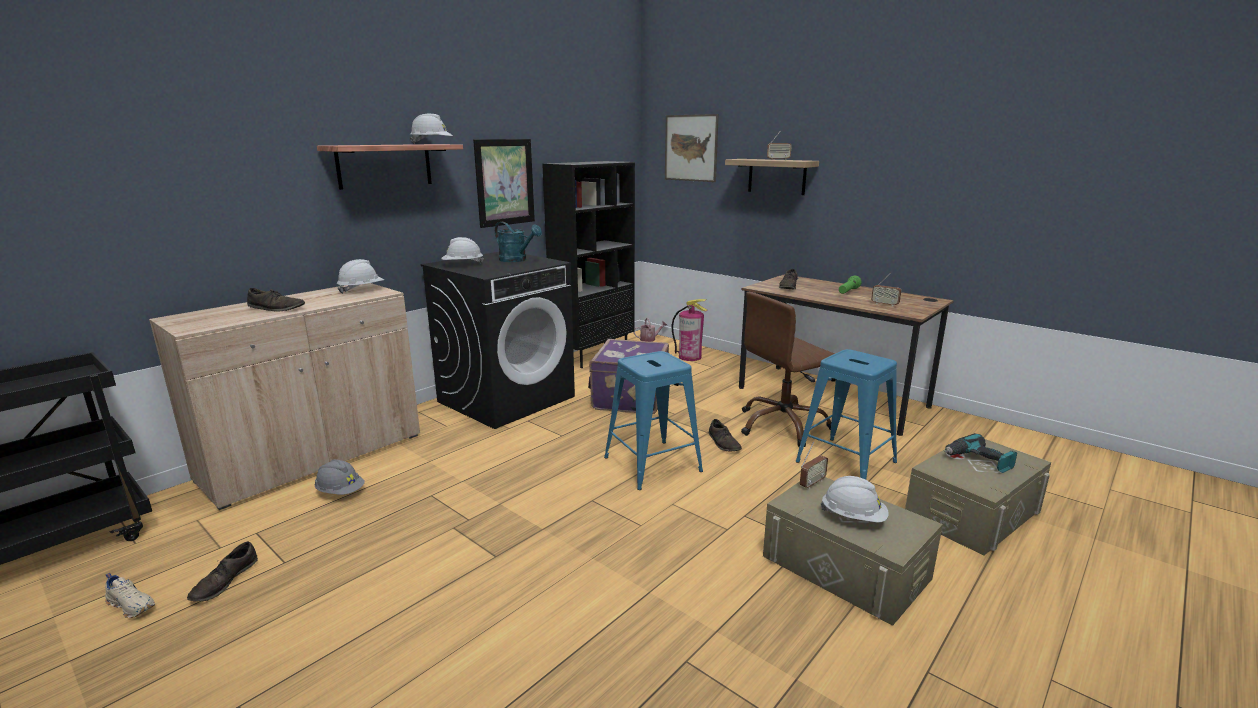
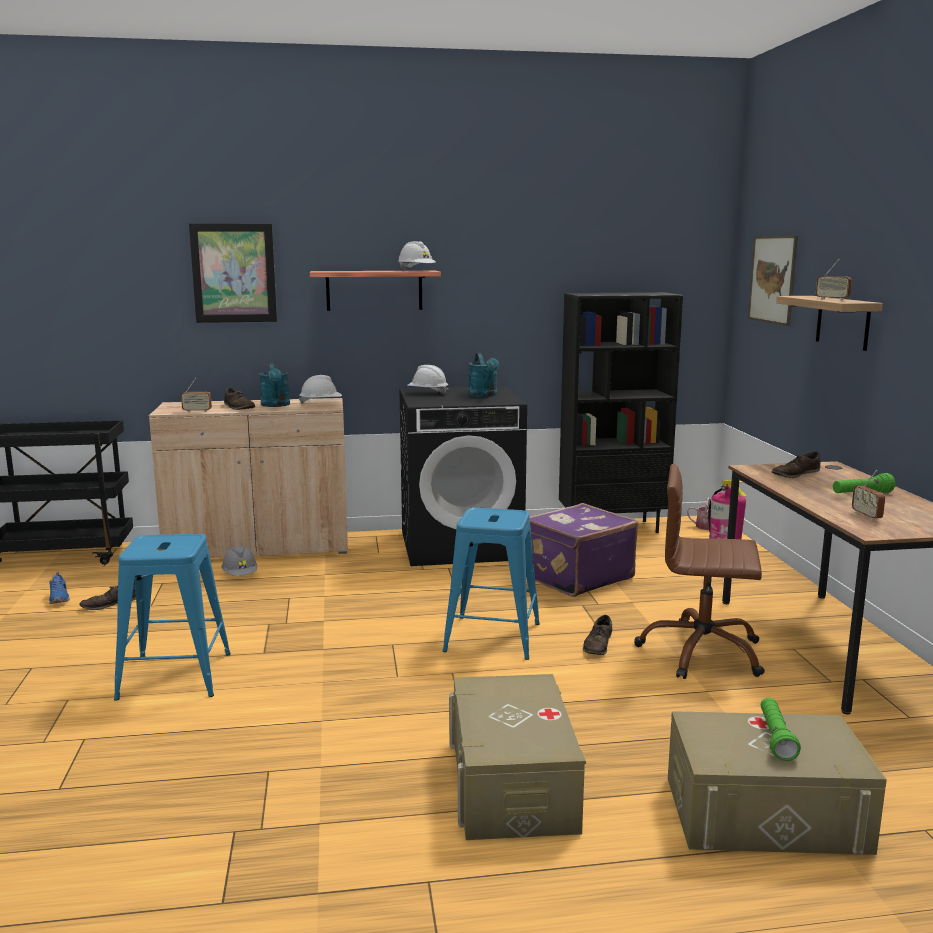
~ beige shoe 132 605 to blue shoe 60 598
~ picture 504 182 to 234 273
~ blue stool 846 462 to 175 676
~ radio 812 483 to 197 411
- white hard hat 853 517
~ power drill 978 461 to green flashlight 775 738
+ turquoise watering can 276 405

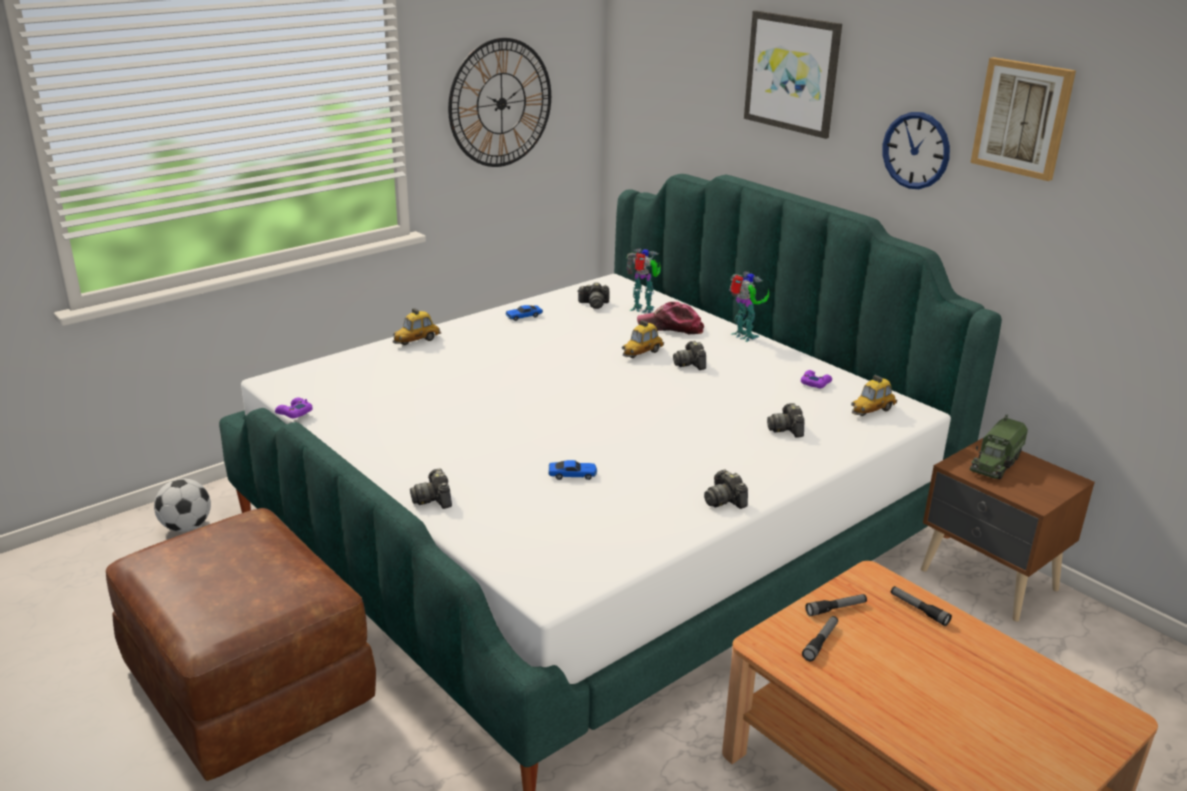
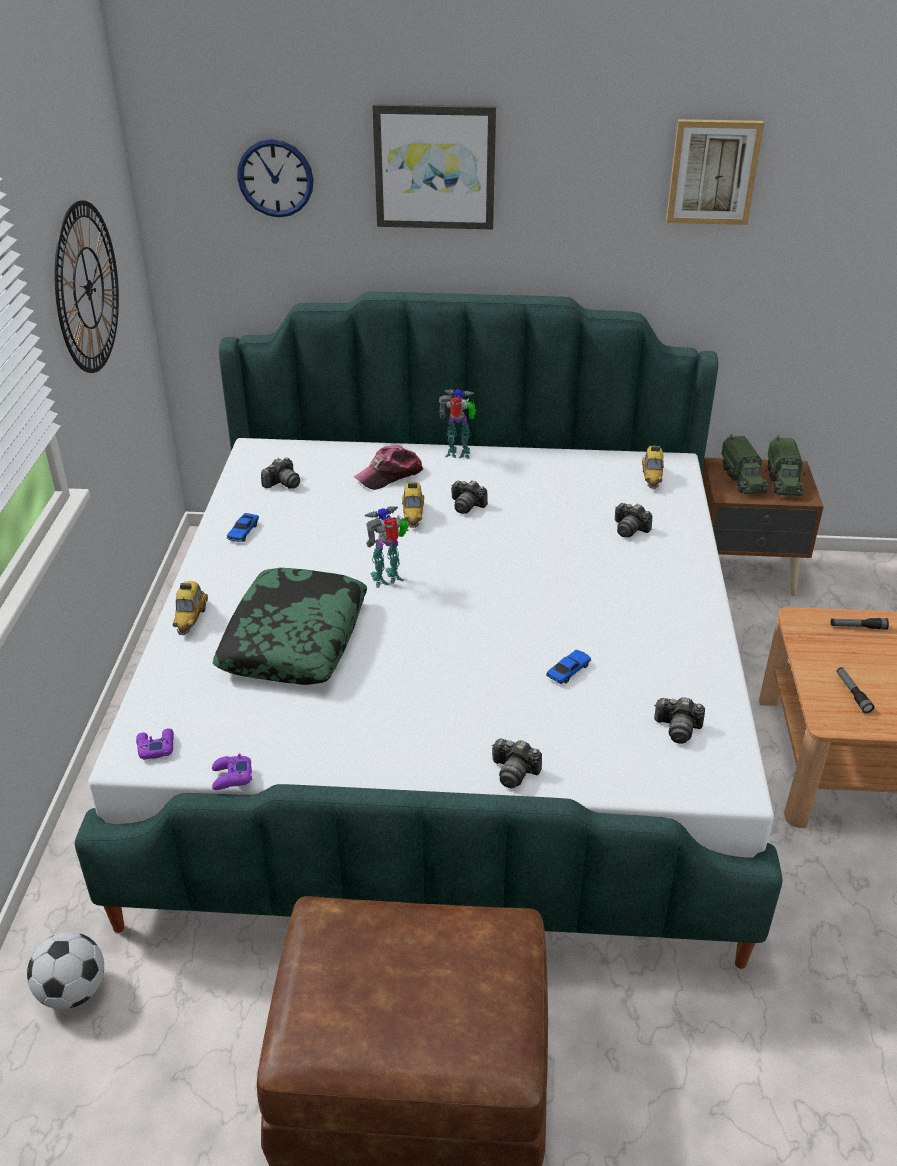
~ toy robot 643 310 to 388 579
~ photo camera 724 500 to 678 728
~ purple game controller 815 383 to 156 747
- flashlight 836 609
~ wall clock 916 150 to 275 178
+ pillow 294 639
+ toy truck 783 481

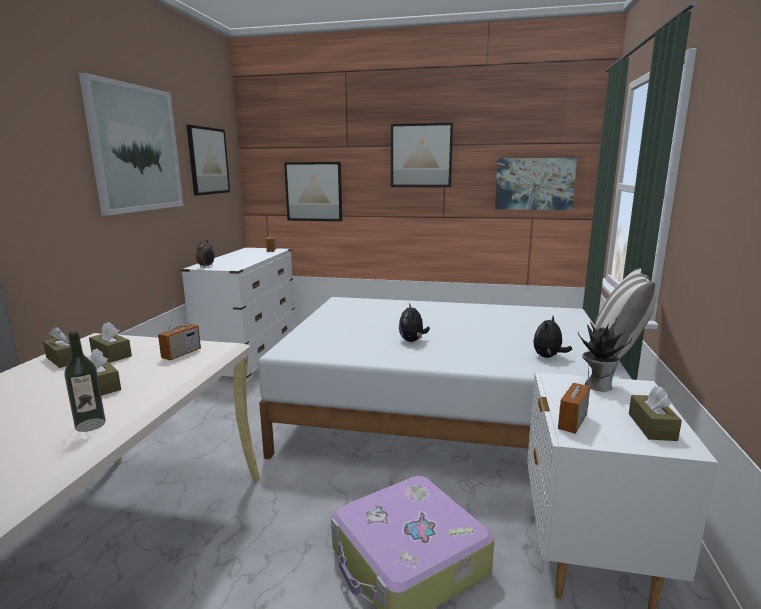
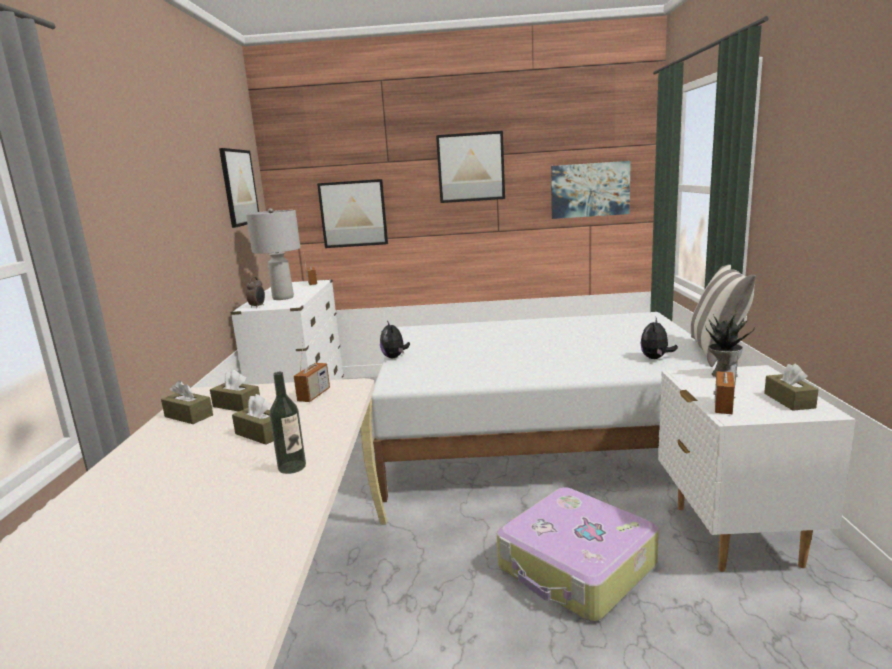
- picture 136 149
~ plush toy 412 340 to 394 357
+ grey table lamp 283 298

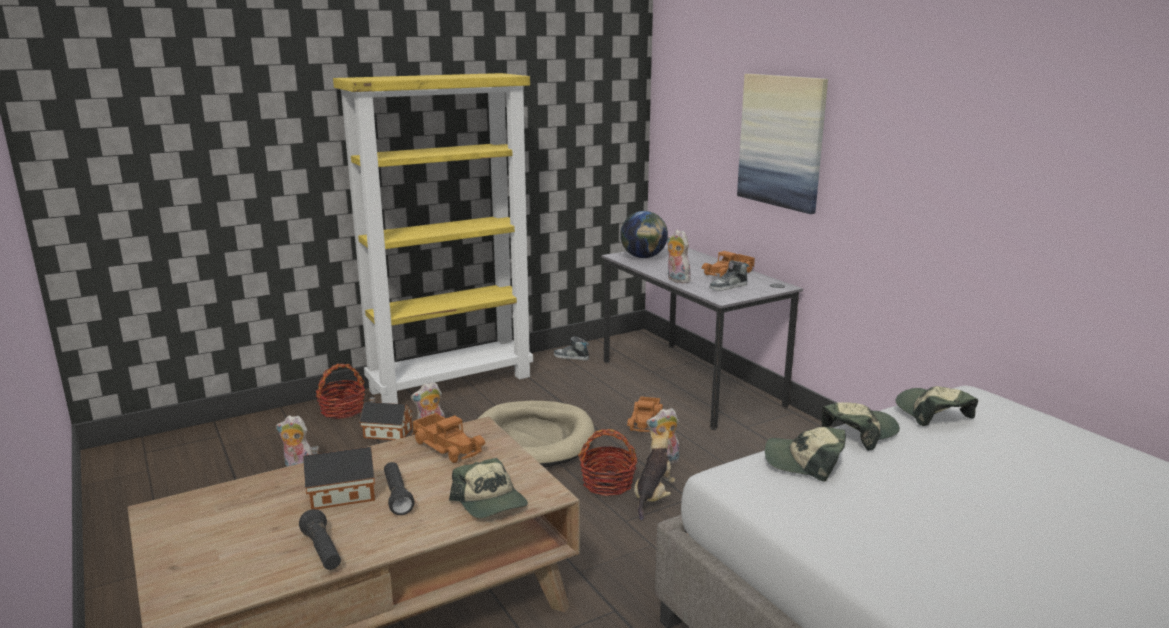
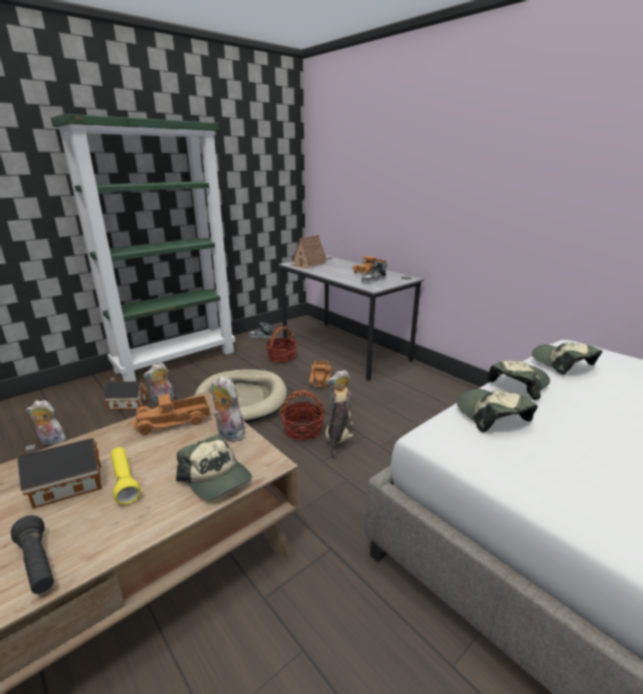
~ basket 342 410 to 281 357
~ yellow bookcase 452 383 to green bookcase 177 360
~ black flashlight 397 496 to yellow flashlight 124 481
~ toy truck 448 446 = 173 422 120 degrees clockwise
~ globe 643 257 to toy house 308 264
~ plush toy 676 280 to 228 434
- picture 781 141
~ cap 804 461 = 491 415 60 degrees clockwise

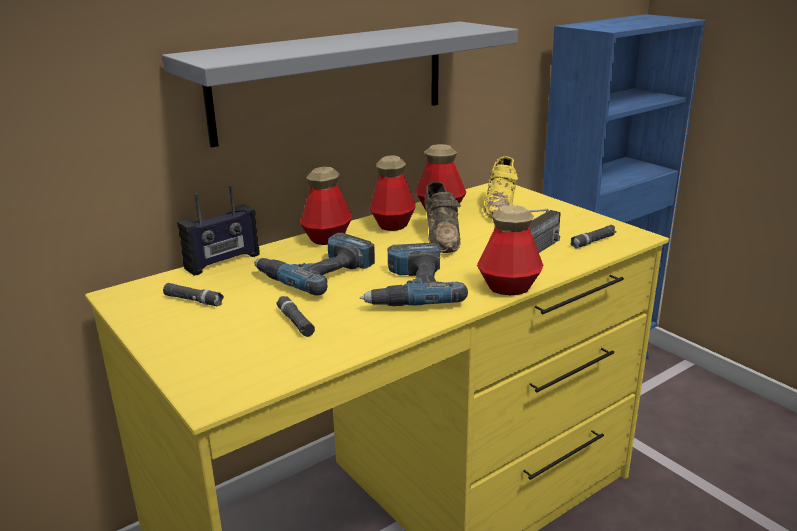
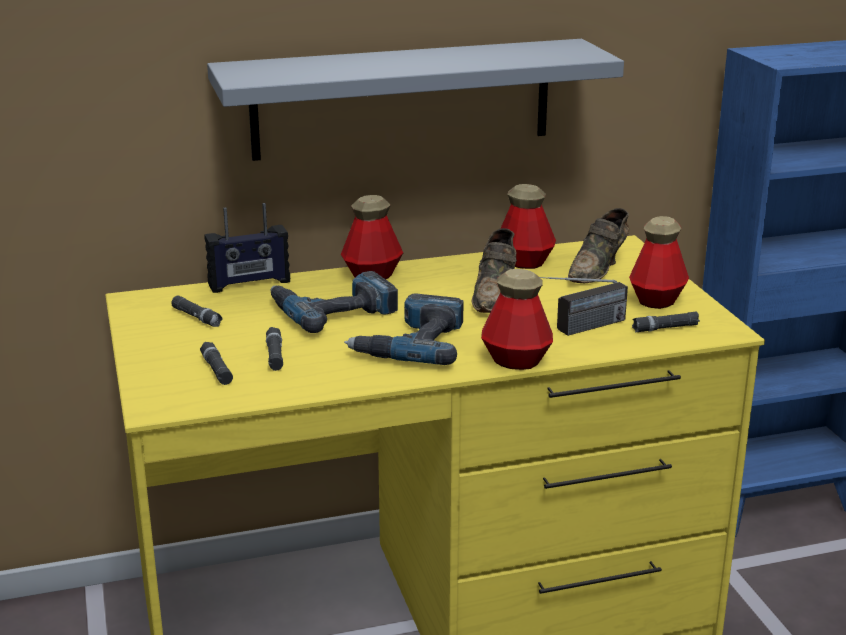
~ bottle 393 224 to 657 300
~ yellow shoe 500 206 to brown shoe 599 269
+ black flashlight 216 369

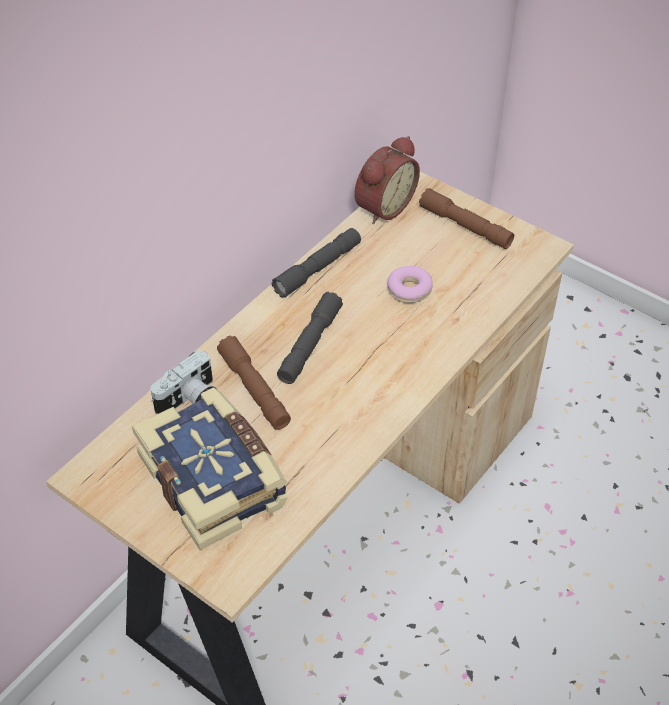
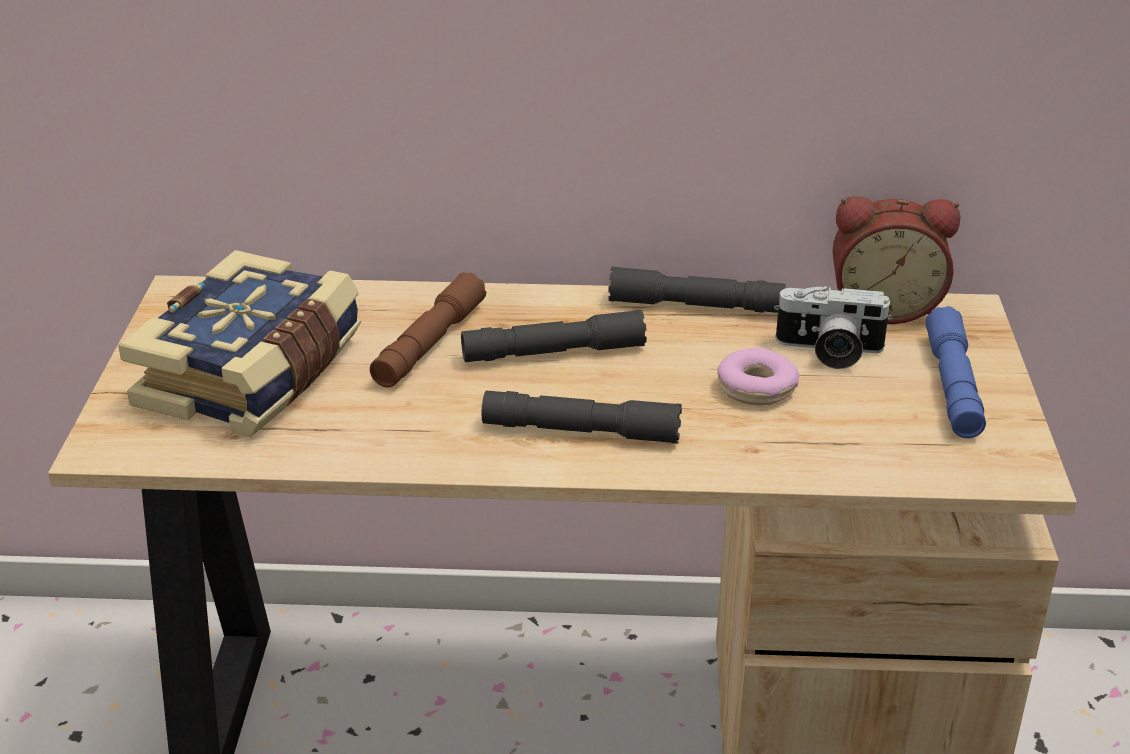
~ photo camera 190 400 to 829 351
~ brown flashlight 465 226 to blue flashlight 953 386
+ grey flashlight 581 431

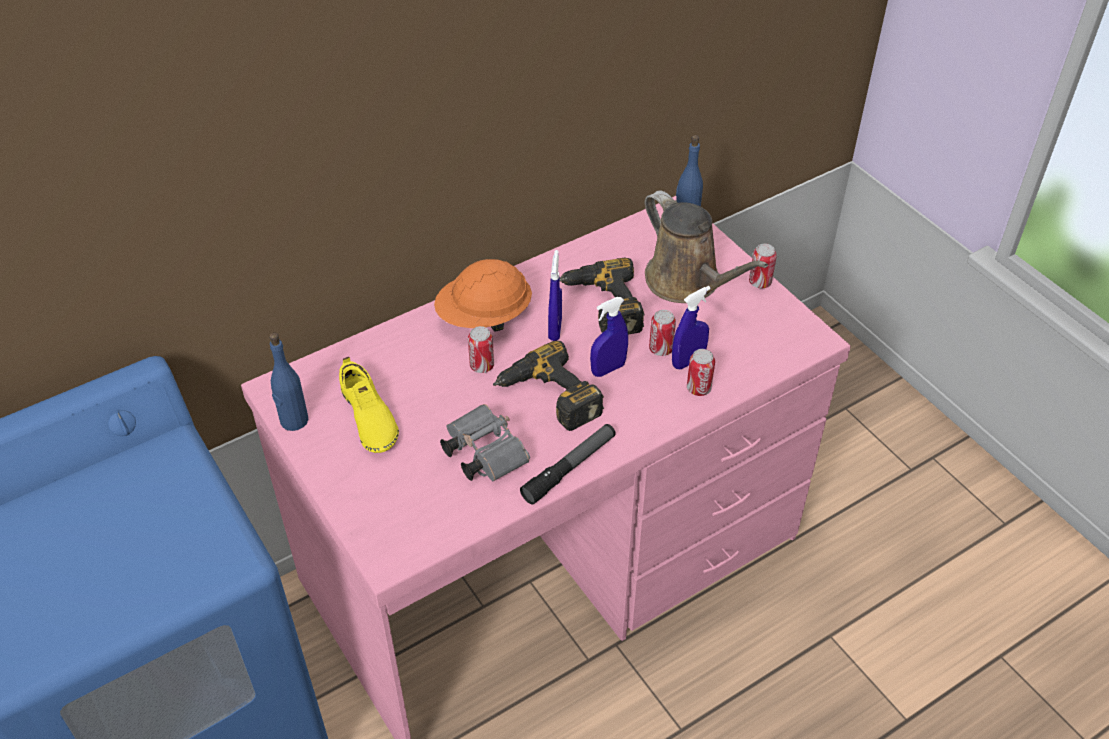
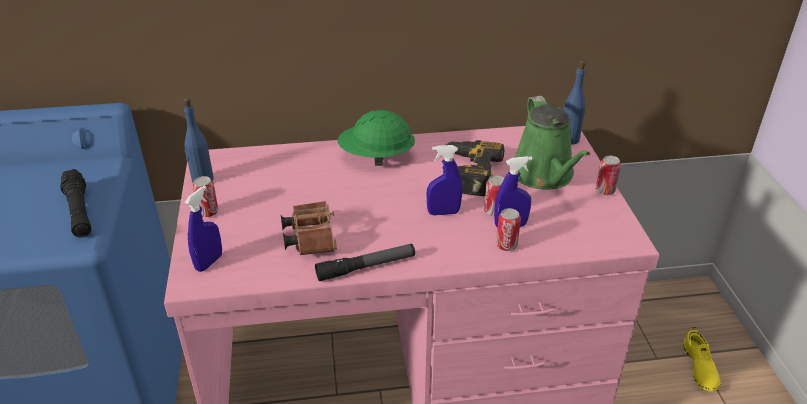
~ yellow shoe 368 418 to 699 367
~ orange hard hat 484 317 to green hard hat 376 157
~ grey binoculars 482 453 to brown binoculars 310 237
~ can 482 366 to 208 212
- power drill 547 398
~ blue spray bottle 555 329 to 209 262
~ brown watering can 687 282 to green watering can 545 175
+ black flashlight 79 211

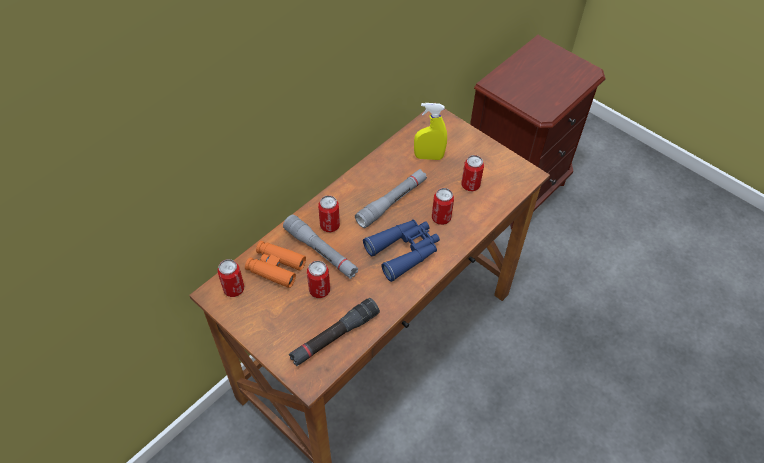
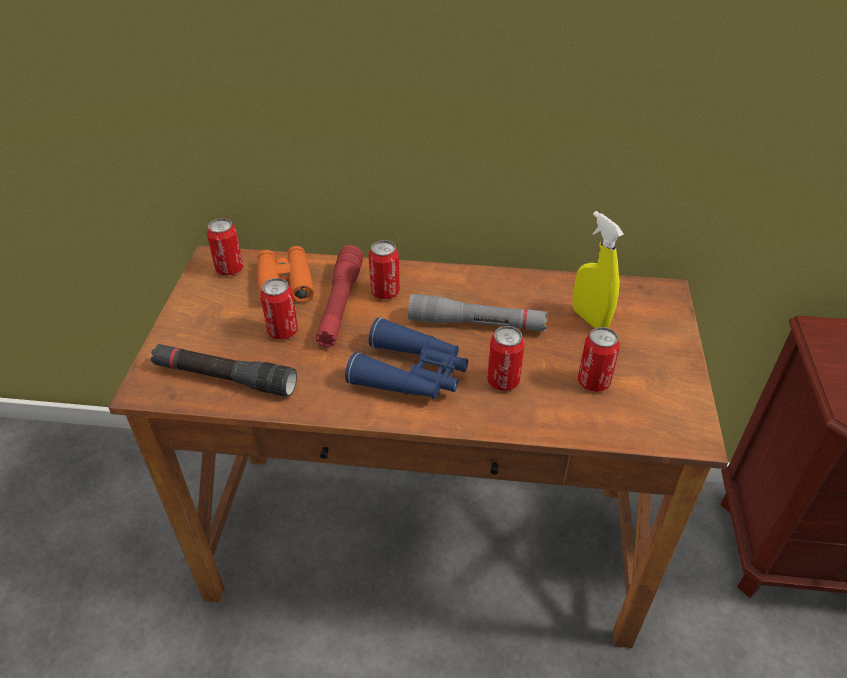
~ grey flashlight 321 252 to red flashlight 340 304

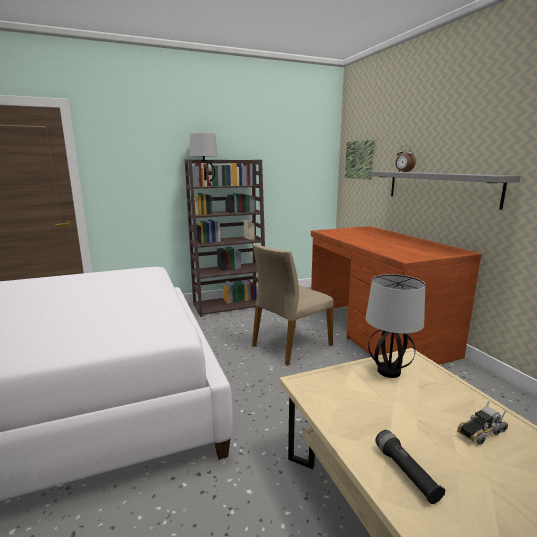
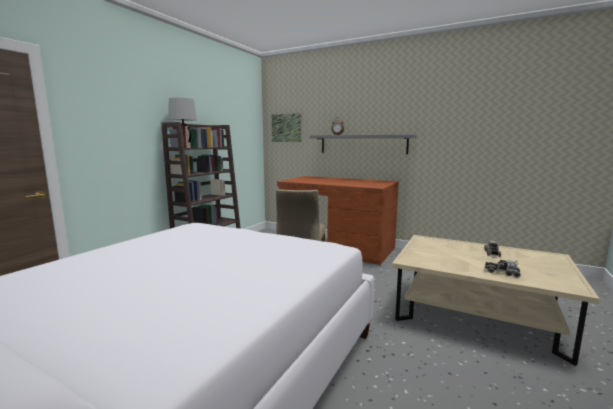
- table lamp 389 372
~ black flashlight 406 472 to toy truck 501 272

